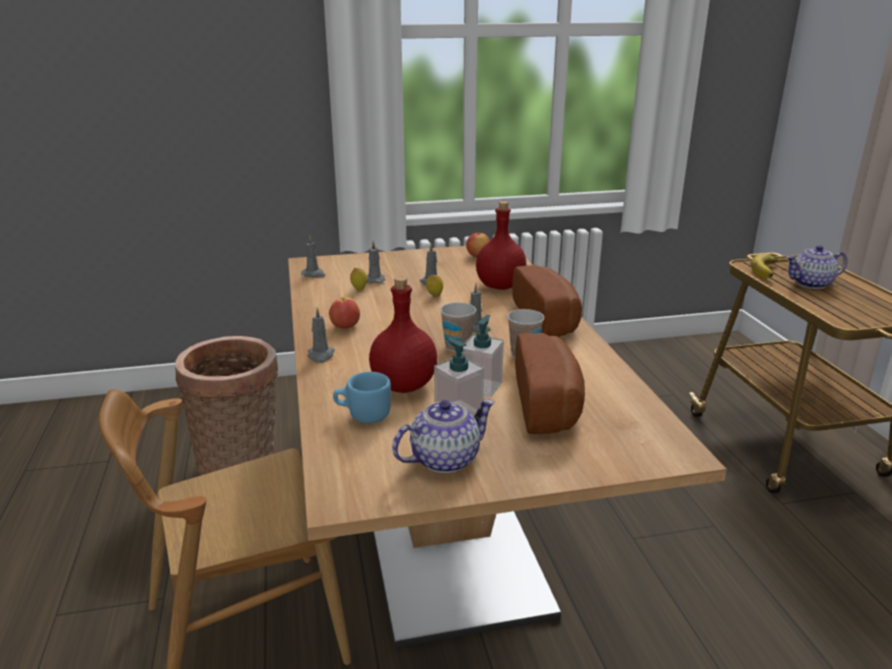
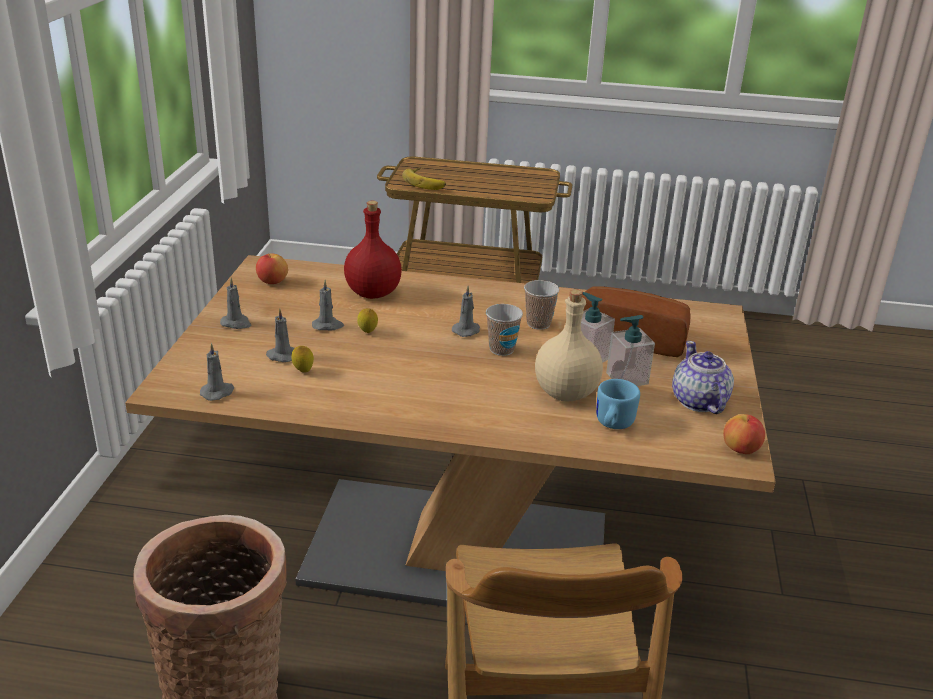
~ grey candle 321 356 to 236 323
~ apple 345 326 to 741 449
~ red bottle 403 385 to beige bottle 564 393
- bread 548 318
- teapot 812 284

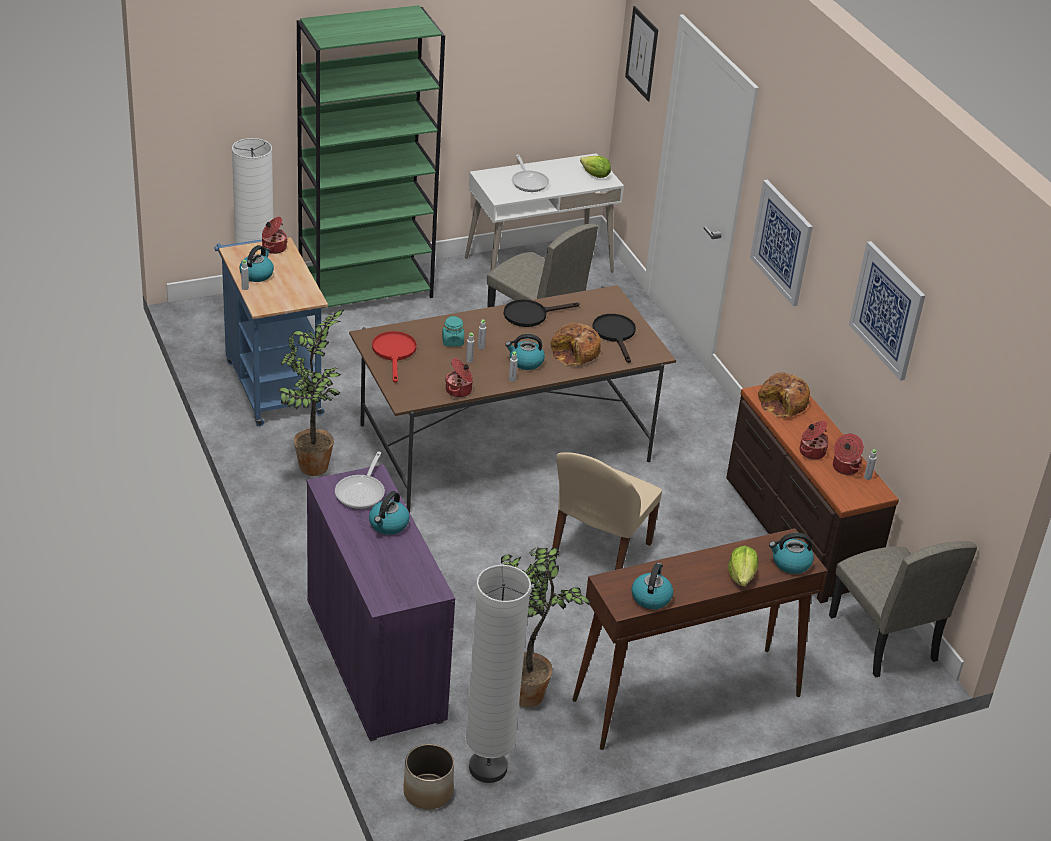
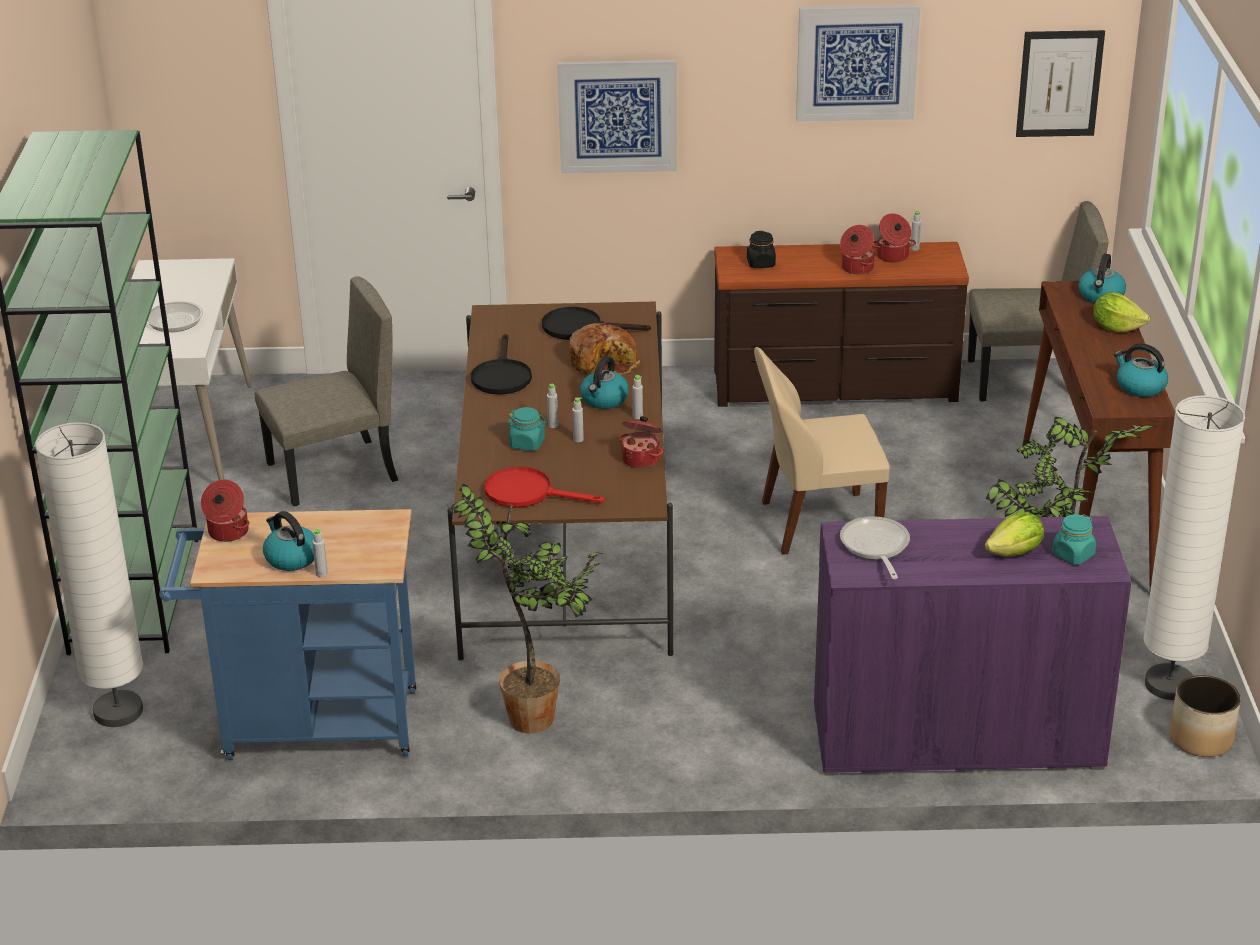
~ frying pan 362 492 = 875 547 135 degrees counterclockwise
- kettle 388 525
~ beige chair 599 553 = 816 523 120 degrees clockwise
~ lettuce 595 175 to 1015 552
~ picture 642 53 to 1059 83
~ bread 783 403 to black jar 761 263
+ turquoise jar 1073 555

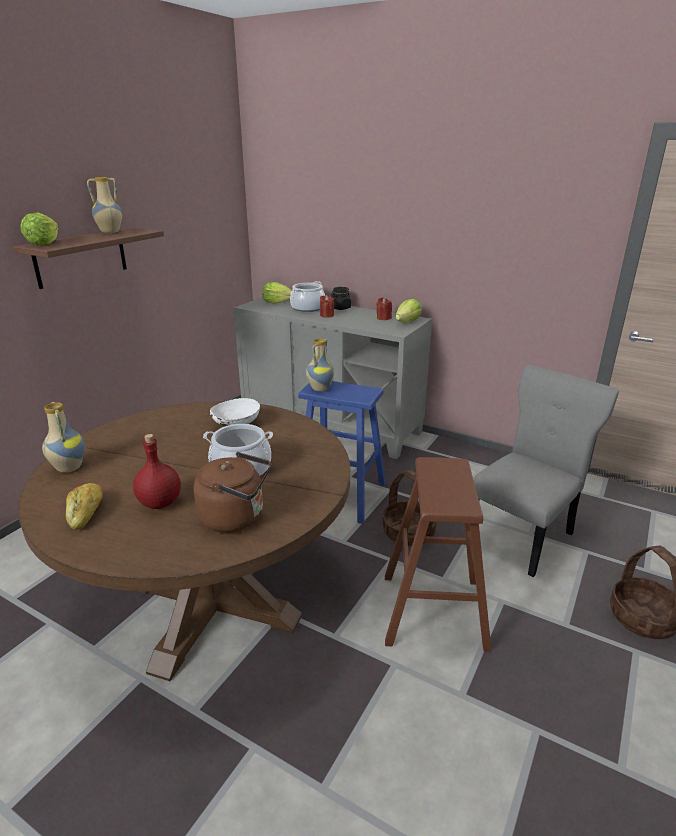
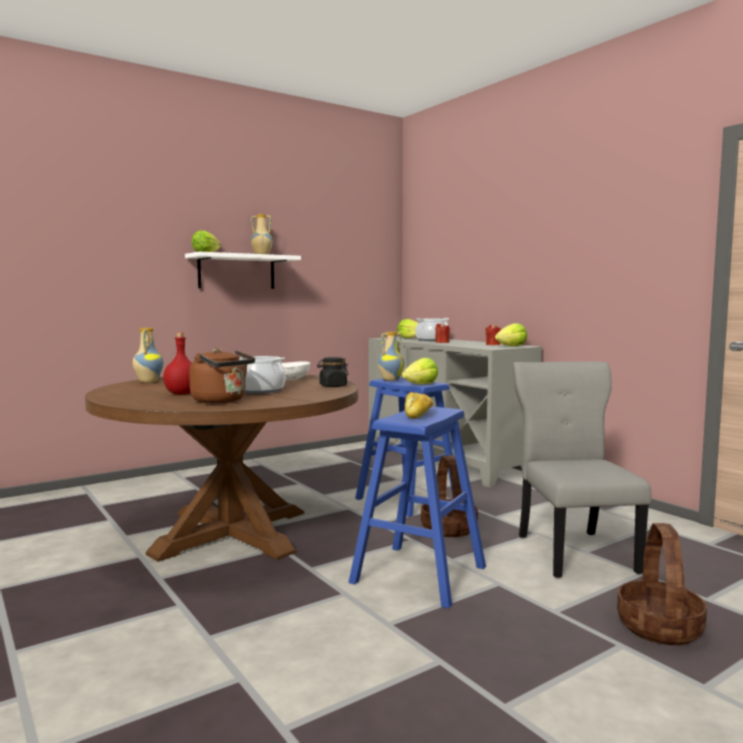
~ brown shelf 81 257 to white shelf 236 272
~ bread 86 512 to 418 414
~ black jar 340 308 to 333 386
~ brown stool 434 611 to blue stool 419 574
~ grey chair 523 536 = 574 551 75 degrees counterclockwise
+ lettuce 421 384

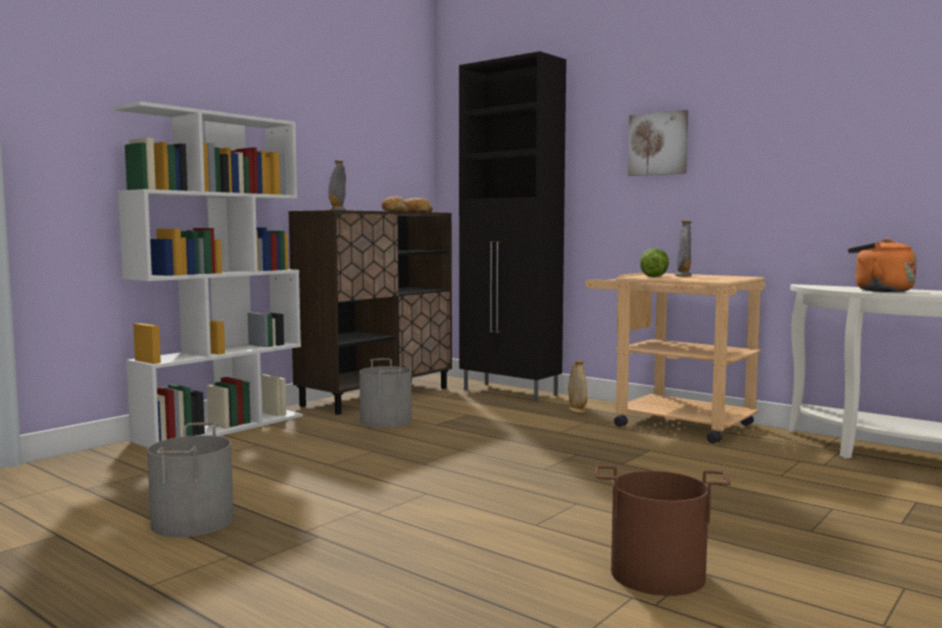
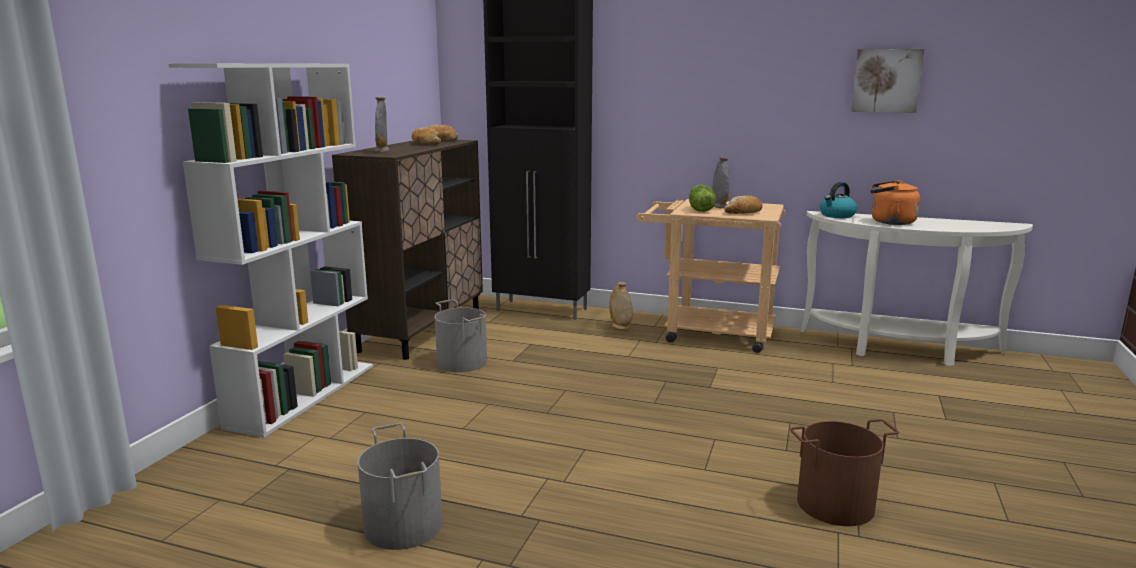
~ picture 658 144 to 886 81
+ bread 743 212
+ kettle 837 215

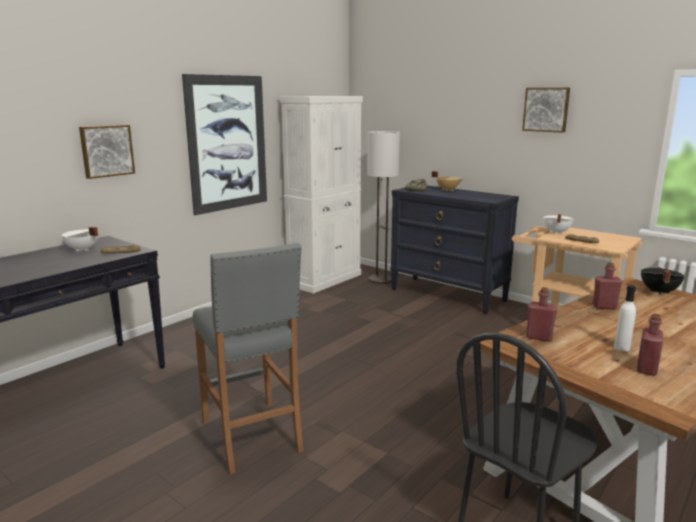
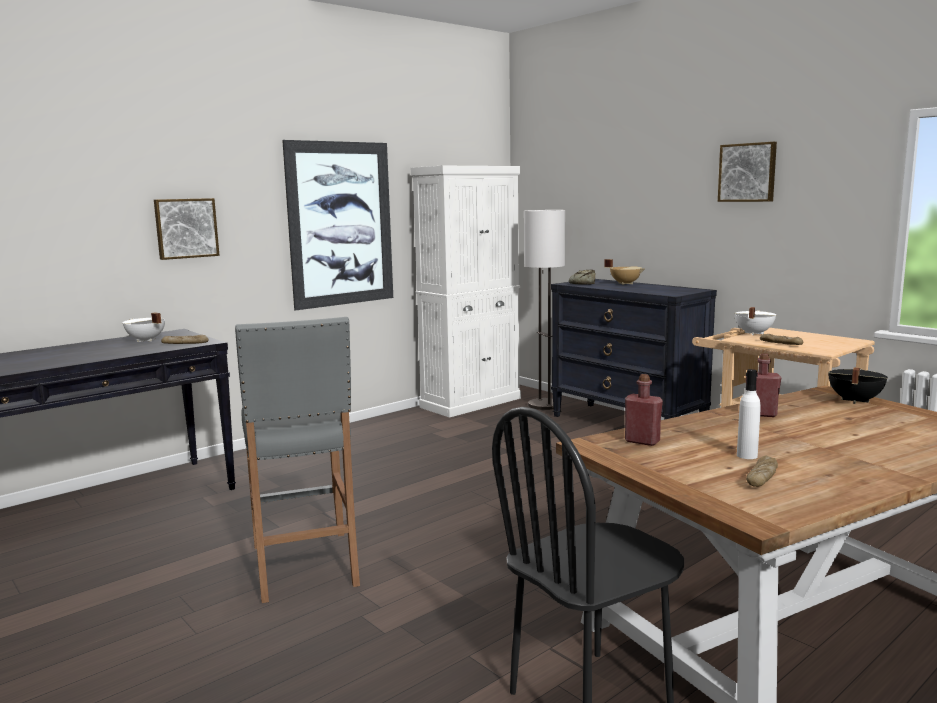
~ red bottle 646 369 to bread 761 478

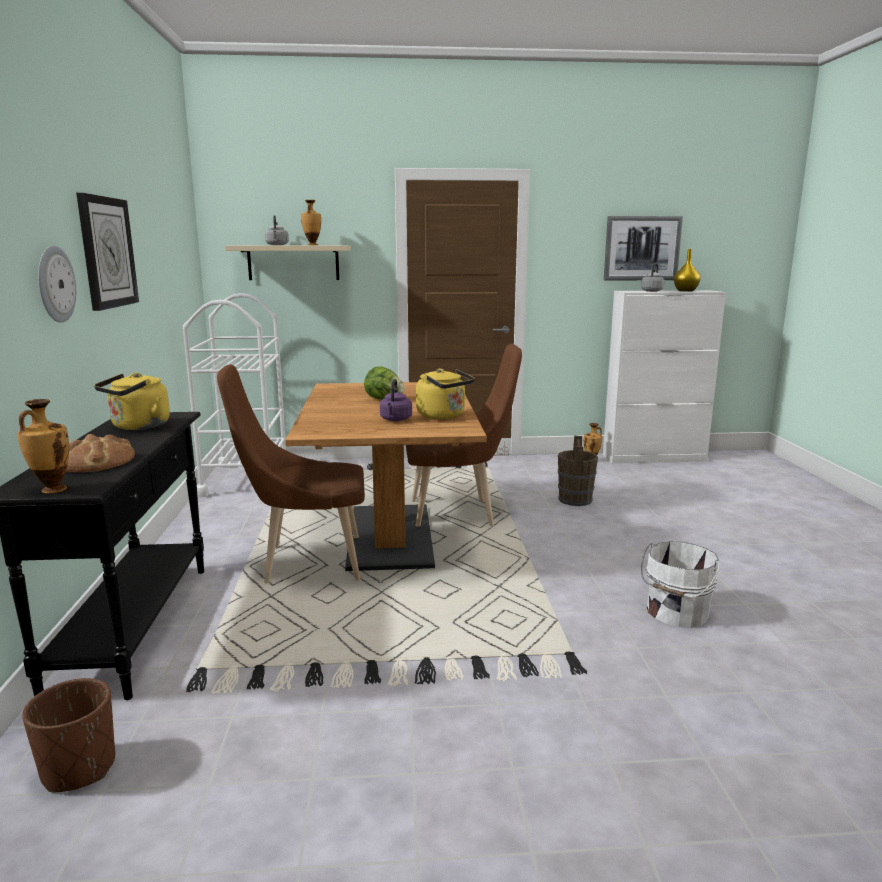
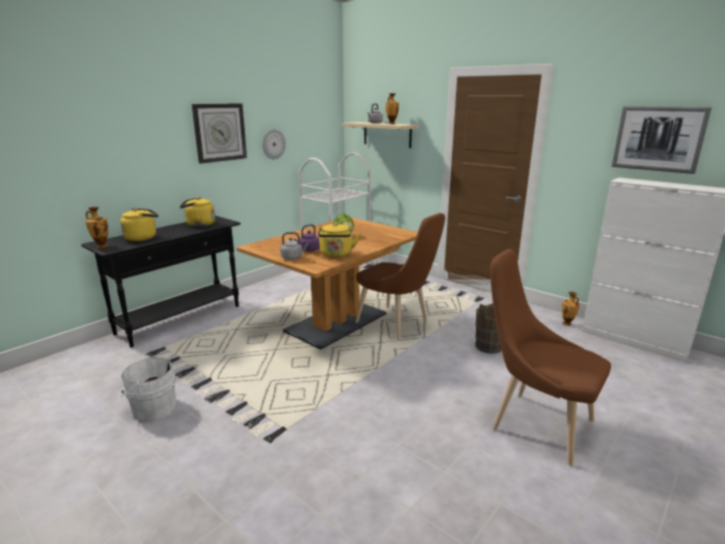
- brown planter 79 768
~ wall clock 55 284 to 273 144
~ bread 95 461 to yellow kettle 143 237
~ brown chair 305 562 to 535 423
~ grey kettle 652 291 to 293 257
~ white bucket 675 612 to 152 407
- yellow vase 686 291

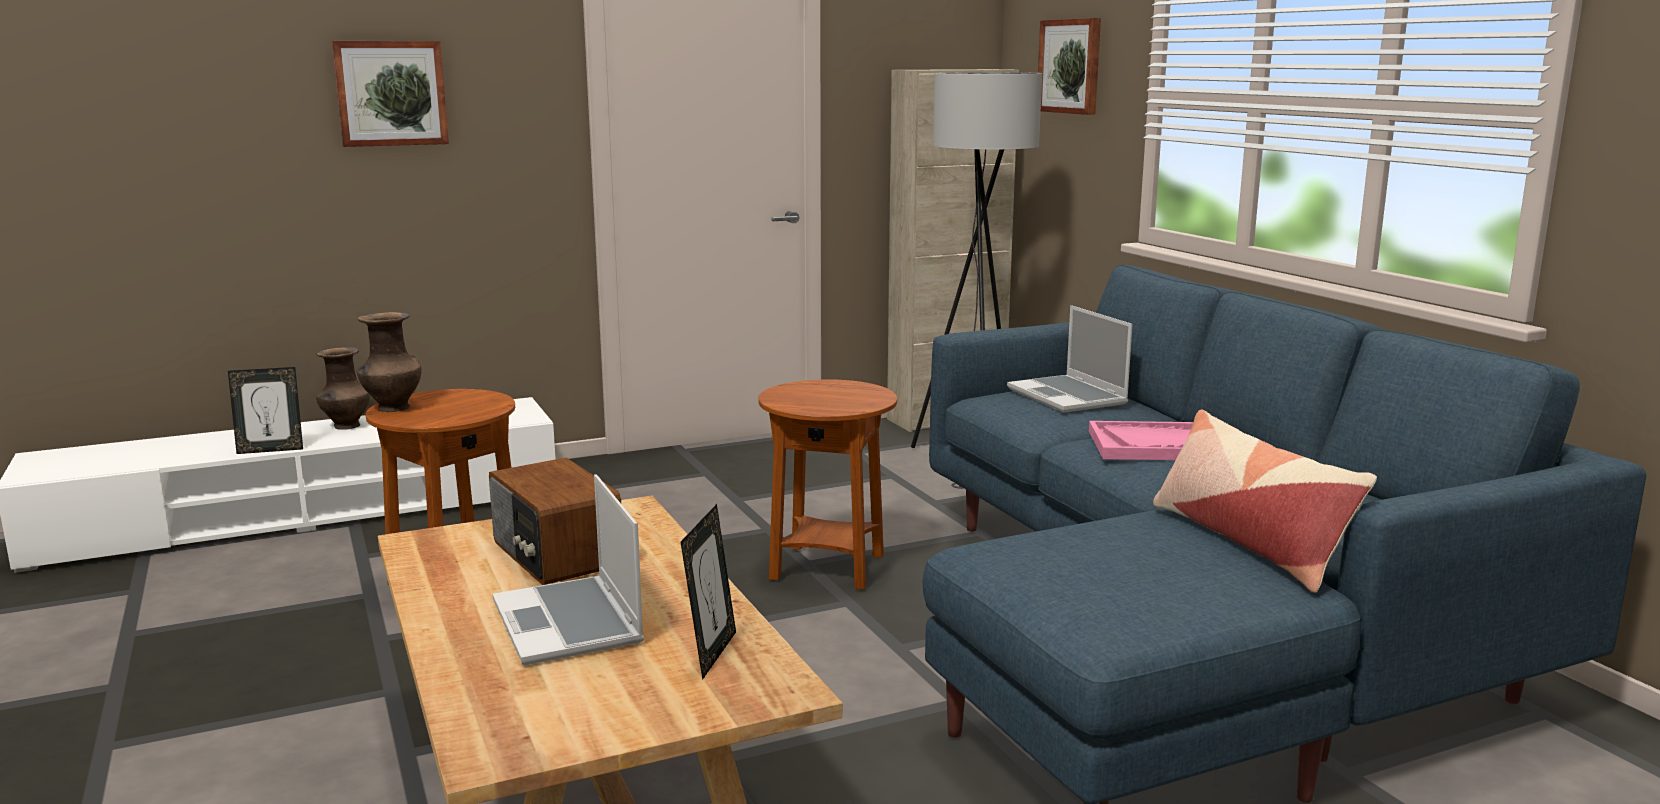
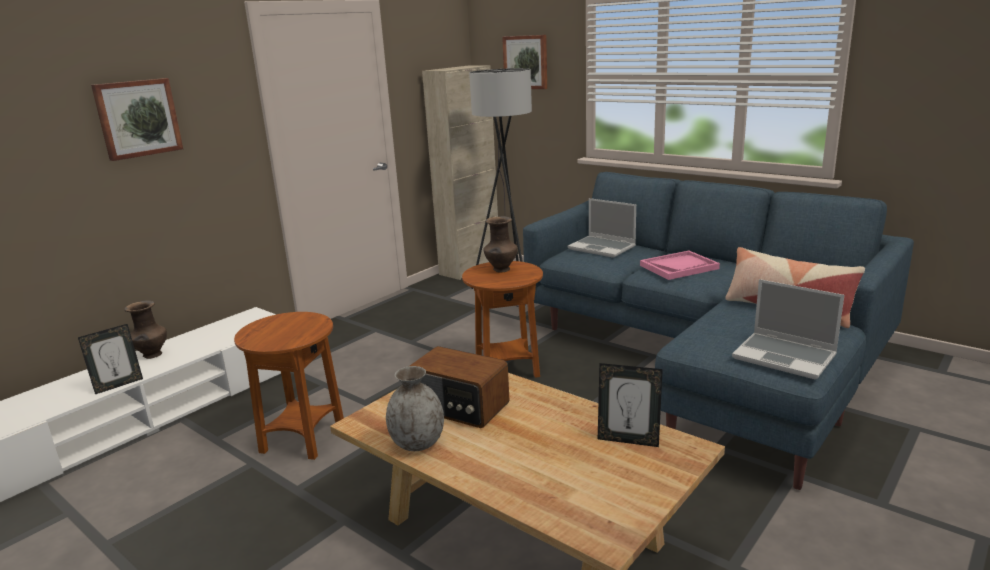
~ brown vase 392 408 to 501 270
~ laptop 570 624 to 785 357
~ picture frame 711 654 = 628 440 120 degrees clockwise
+ grey vase 417 443

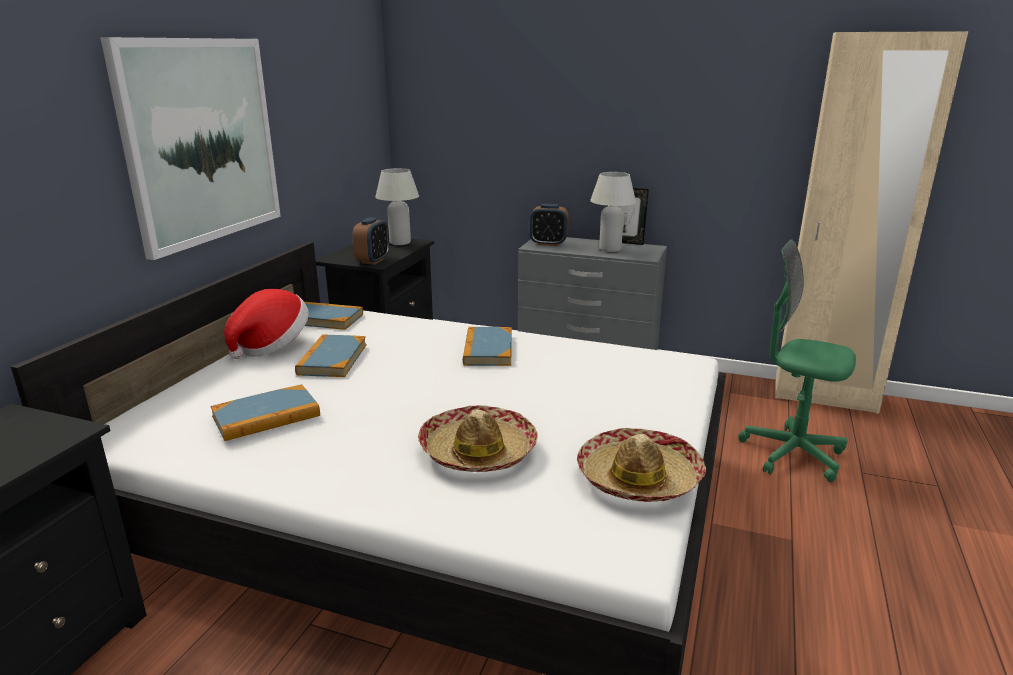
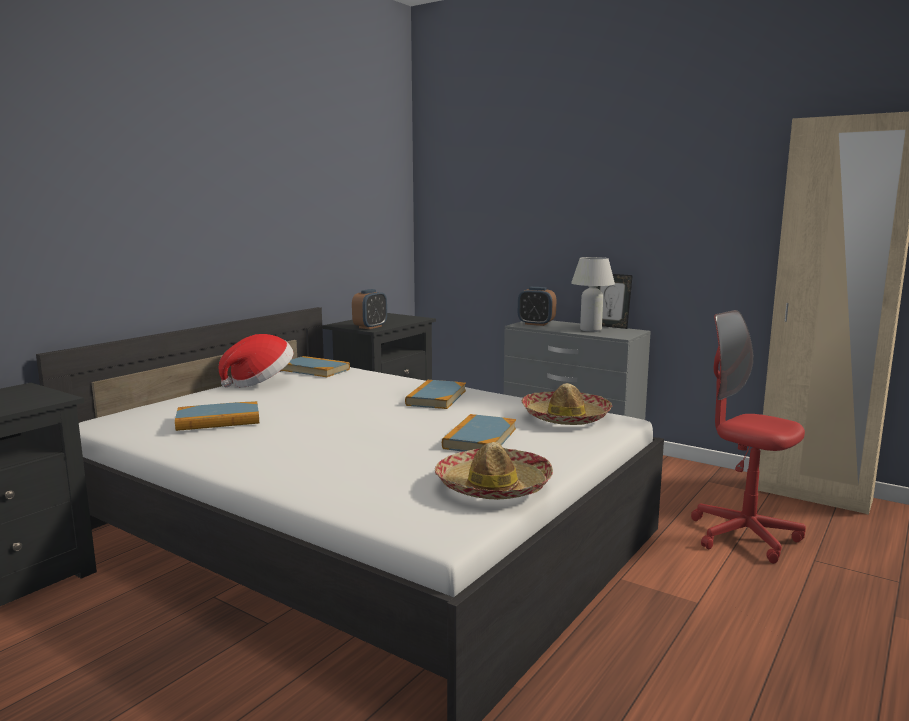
- picture 201 141
~ book 332 359 to 480 438
- white table lamp 400 242
~ hat 477 451 to 565 417
~ green office chair 792 454 to red office chair 743 536

